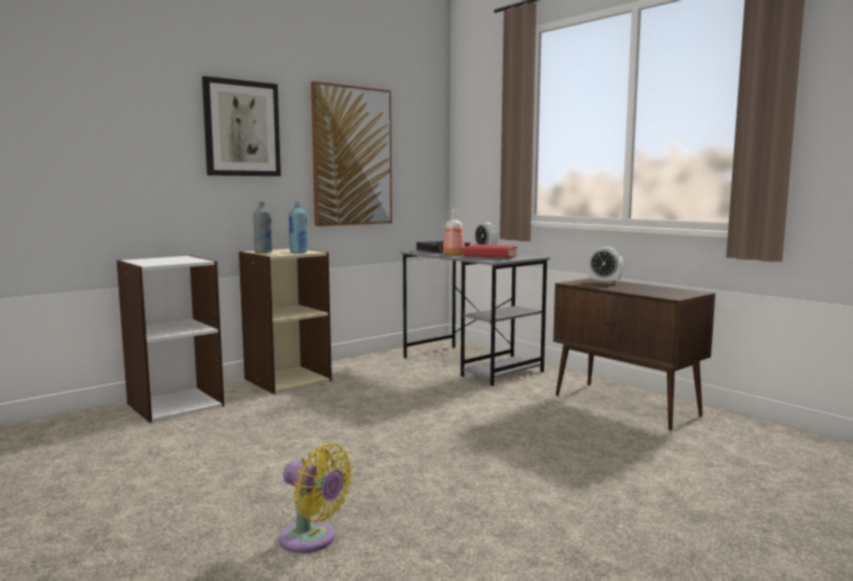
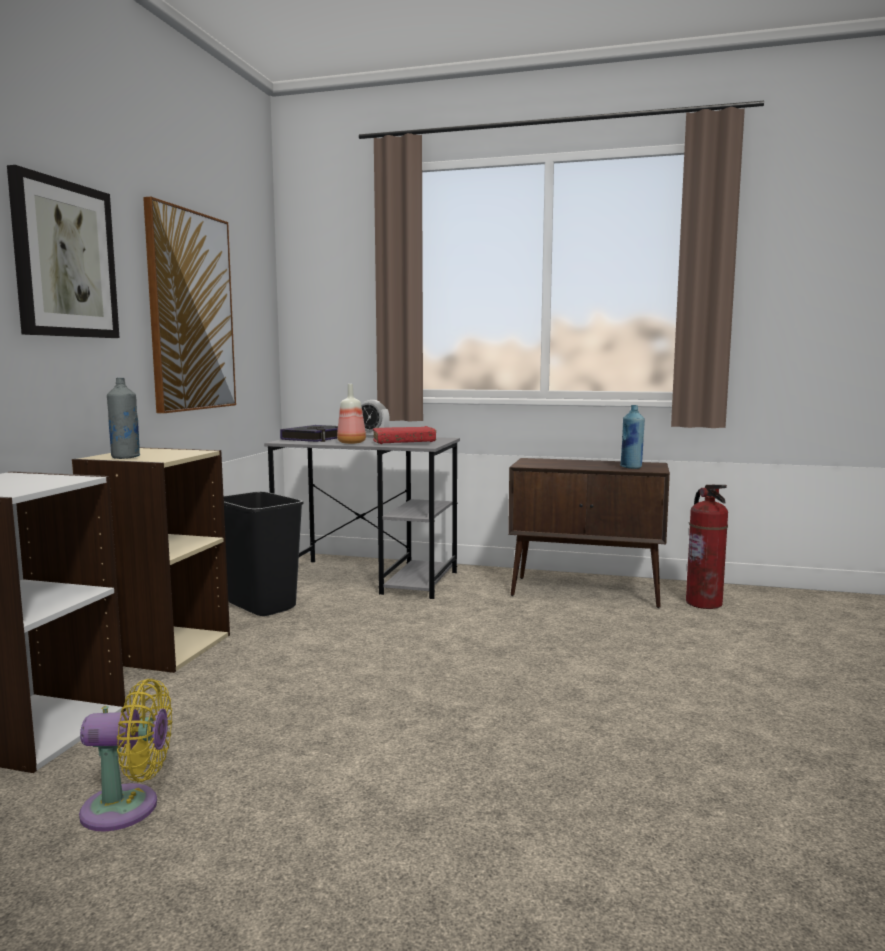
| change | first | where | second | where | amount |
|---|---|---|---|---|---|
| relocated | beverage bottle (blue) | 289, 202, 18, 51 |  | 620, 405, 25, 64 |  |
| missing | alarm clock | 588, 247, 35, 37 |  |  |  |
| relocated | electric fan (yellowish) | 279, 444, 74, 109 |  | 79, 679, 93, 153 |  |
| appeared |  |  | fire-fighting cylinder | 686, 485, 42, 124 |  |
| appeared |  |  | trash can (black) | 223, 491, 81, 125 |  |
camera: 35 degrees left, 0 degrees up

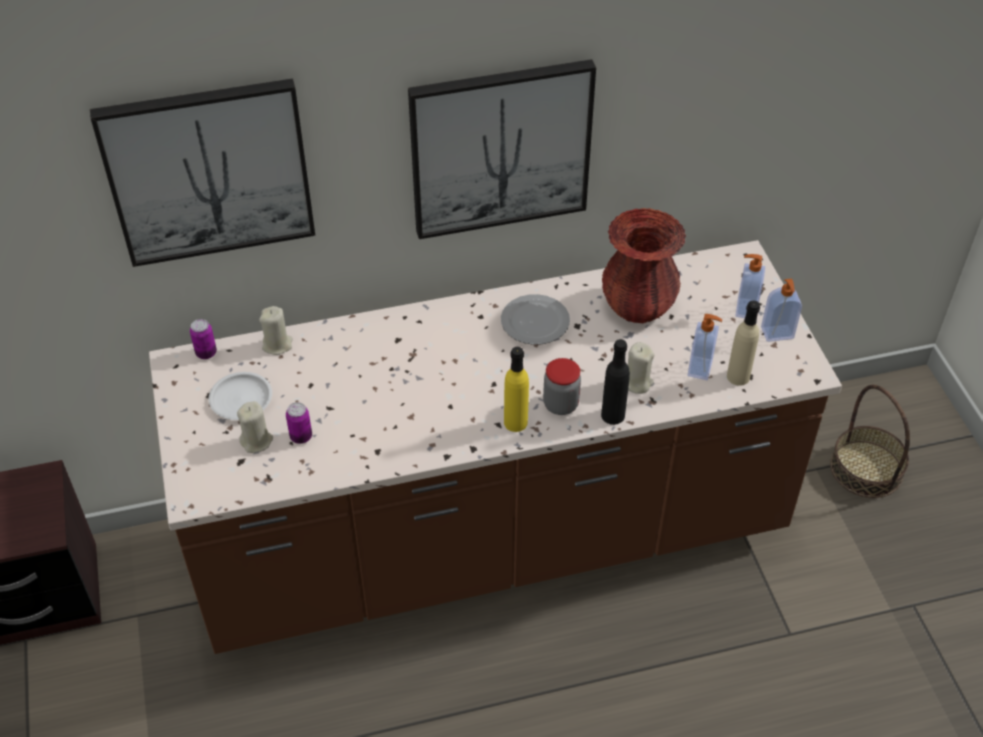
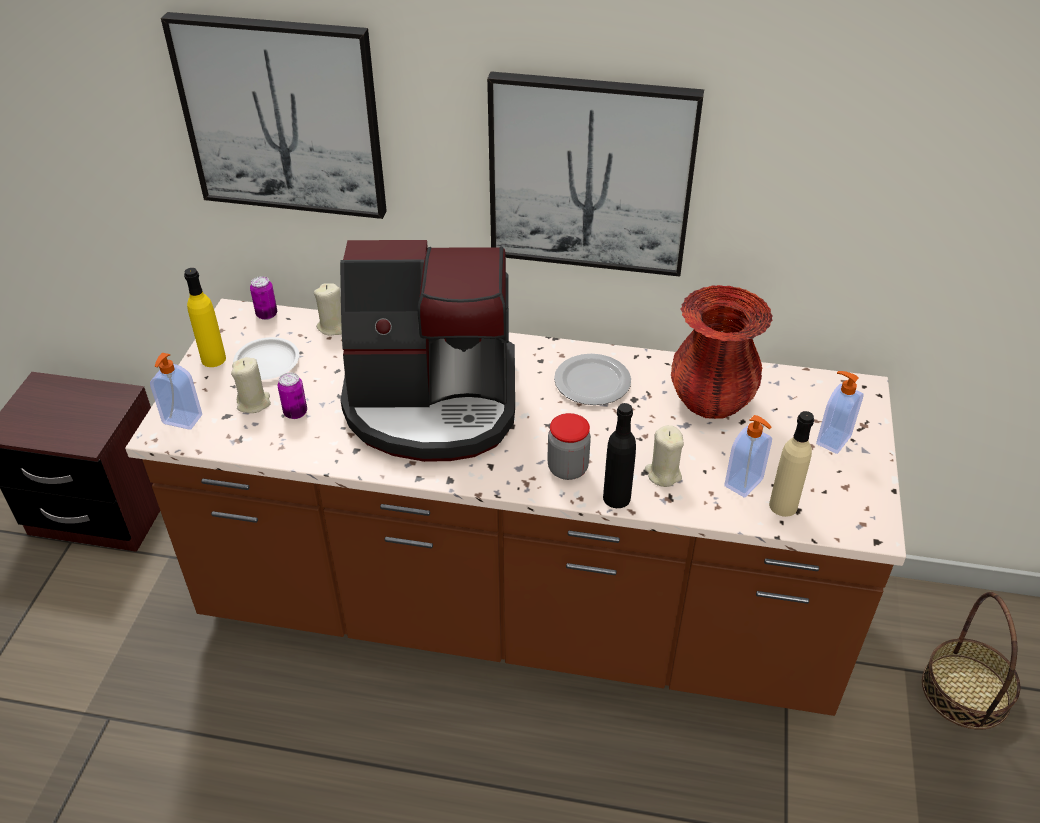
| change | first | where | second | where | amount |
|---|---|---|---|---|---|
| relocated | liquid soap bottle | 761, 278, 41, 64 |  | 150, 353, 52, 77 |  |
| relocated | beverage bottle (yellowish) | 504, 347, 25, 85 |  | 184, 268, 42, 99 |  |
| appeared |  |  | coffee maker | 340, 240, 175, 222 |  |
camera: 25 degrees right, 5 degrees down

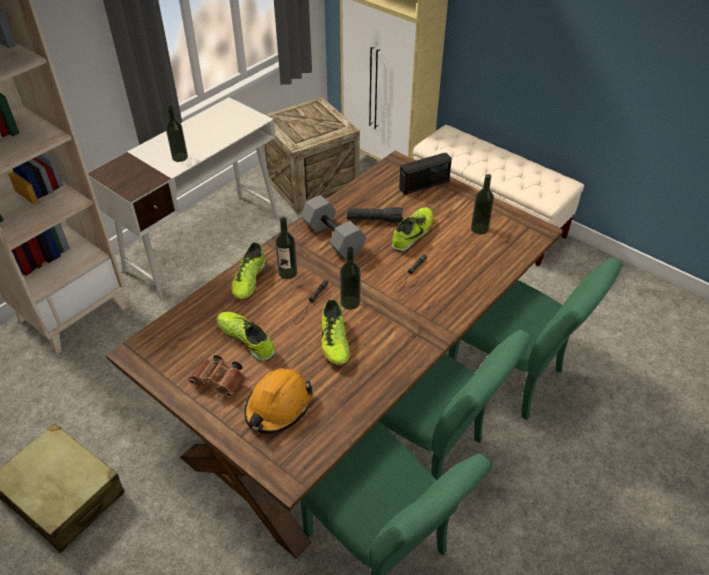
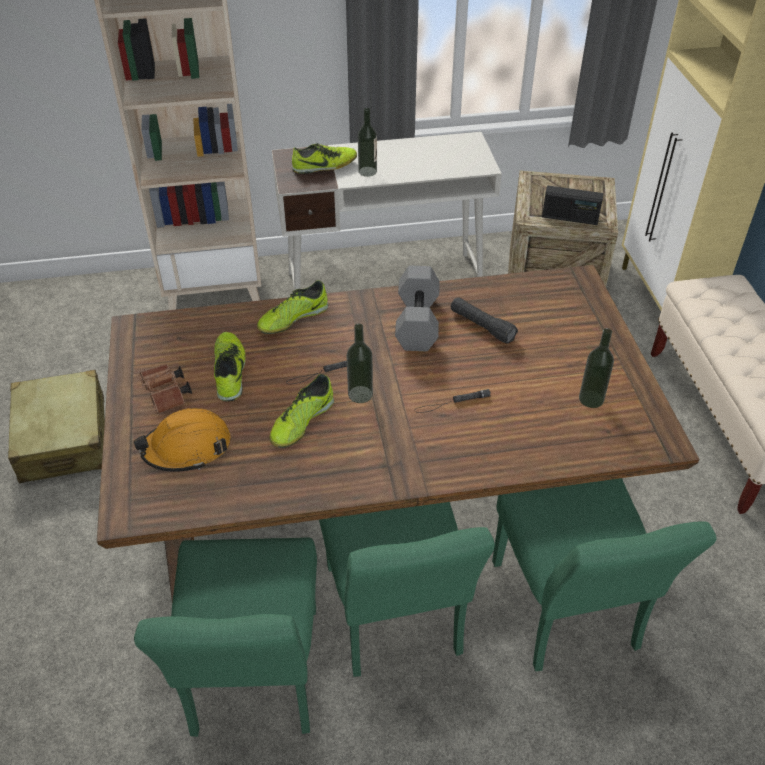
| change | first | where | second | where | amount |
|---|---|---|---|---|---|
| relocated | radio set | 399, 153, 53, 42 |  | 542, 185, 62, 40 |  |
| relocated | low shoe | 392, 207, 41, 45 |  | 292, 143, 65, 31 |  |
| missing | beverage bottle | 275, 217, 22, 62 |  |  |  |
camera: 40 degrees right, 0 degrees up

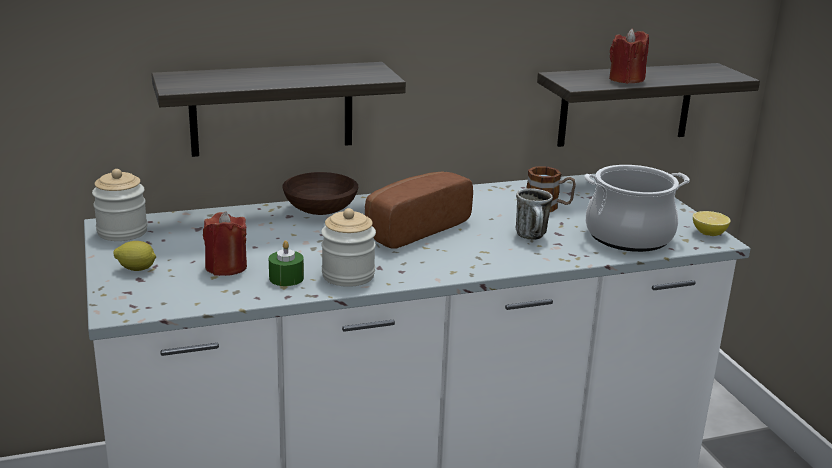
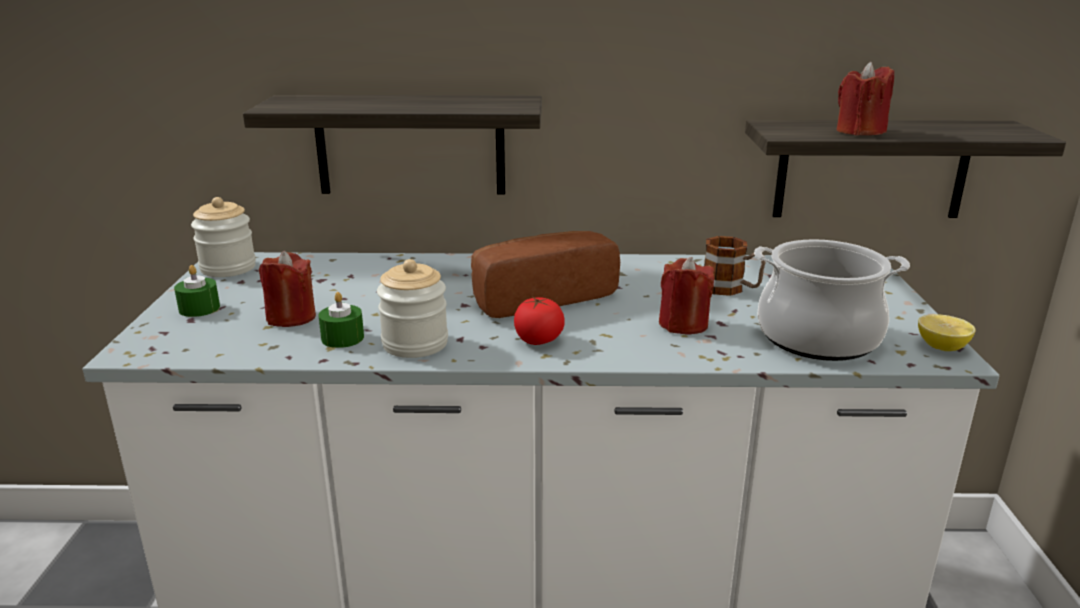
| change | first | where | second | where | amount |
|---|---|---|---|---|---|
| missing | serving bowl (brown-coloured) | 282, 172, 76, 43 |  |  |  |
| exchanged | mug | 515, 188, 38, 52 | wax candle (red) | 659, 257, 56, 77 |  |
| exchanged | lemon | 113, 241, 43, 30 | wax candle (green) | 174, 265, 46, 52 |  |
| appeared |  |  | fresh tomato | 514, 297, 51, 48 |  |
camera: 20 degrees right, 0 degrees up

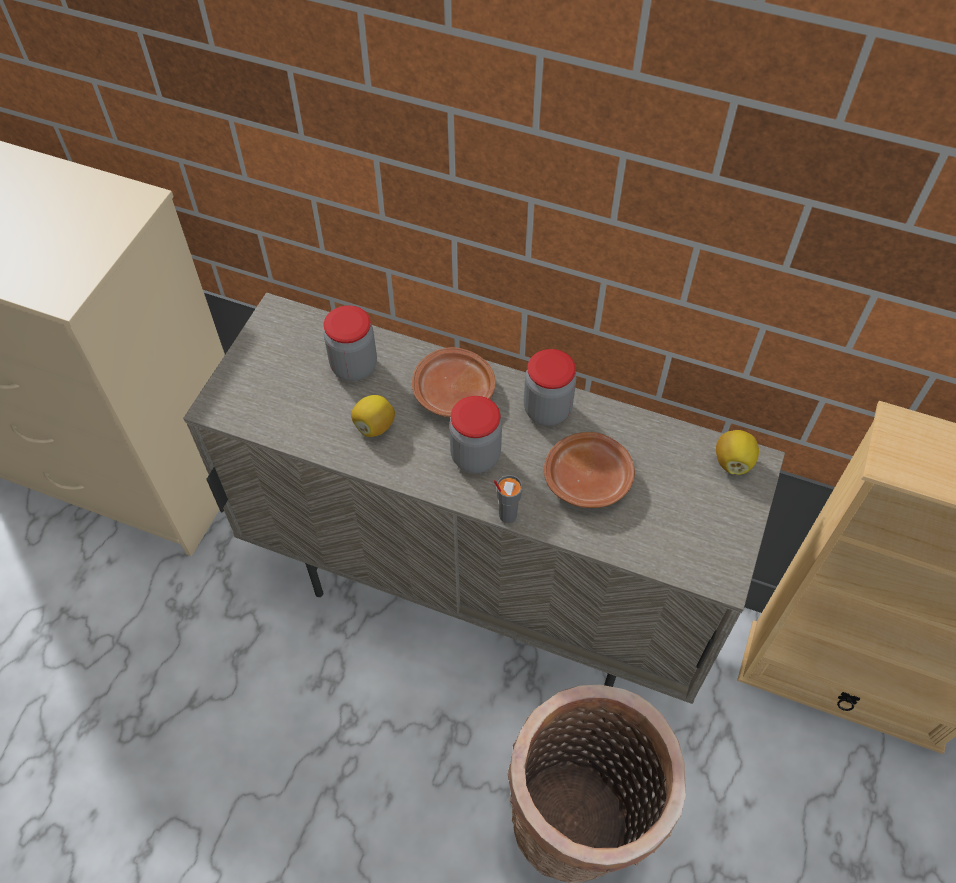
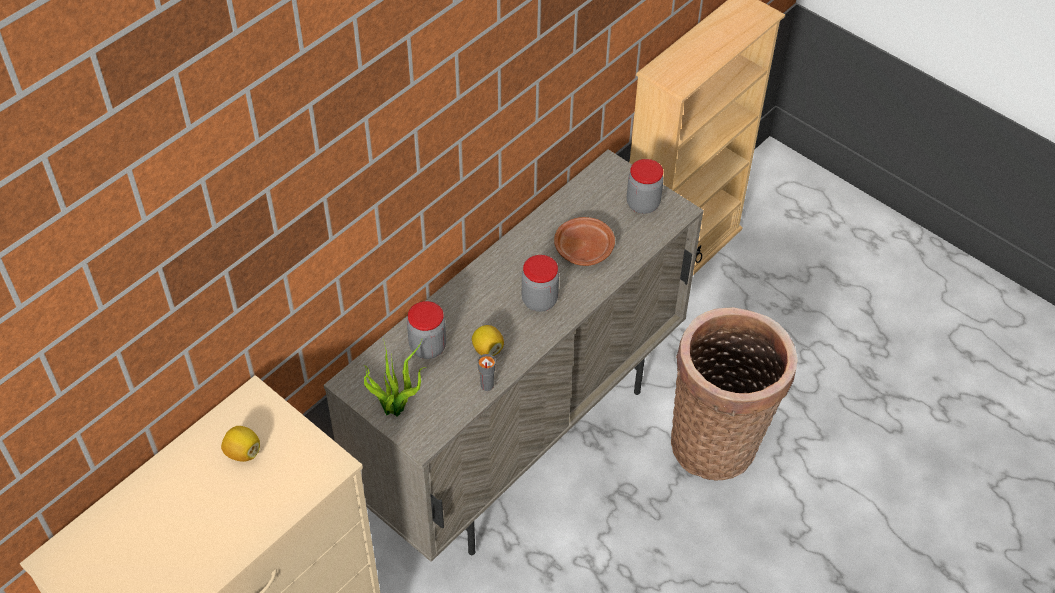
| change | first | where | second | where | amount |
|---|---|---|---|---|---|
| missing | flat dish (brown-coloured) | 412, 347, 84, 70 |  |  |  |
| relocated | preserve jar | 524, 349, 52, 77 |  | 627, 159, 37, 55 |  |
| relocated | lemon | 716, 430, 43, 45 |  | 221, 426, 39, 36 |  |
| relocated | cup (greyish) | 494, 475, 28, 48 |  | 478, 354, 18, 37 |  |
| appeared |  |  | plant in a pot | 363, 340, 64, 76 |  |
camera: 70 degrees left, 5 degrees down

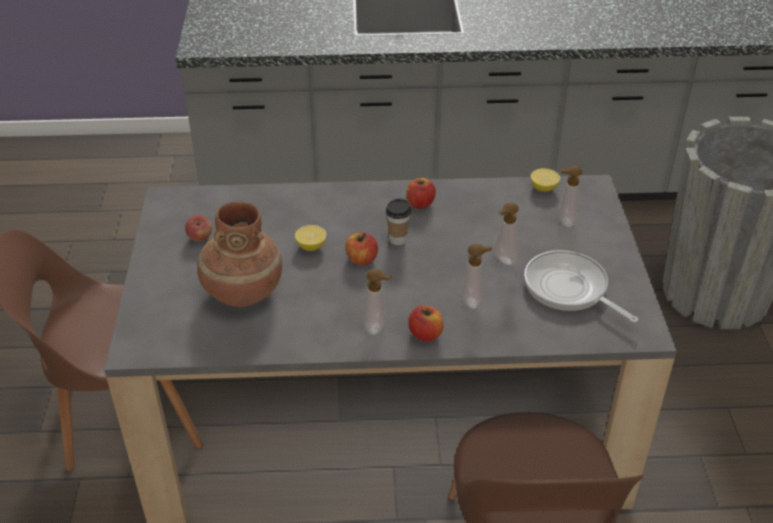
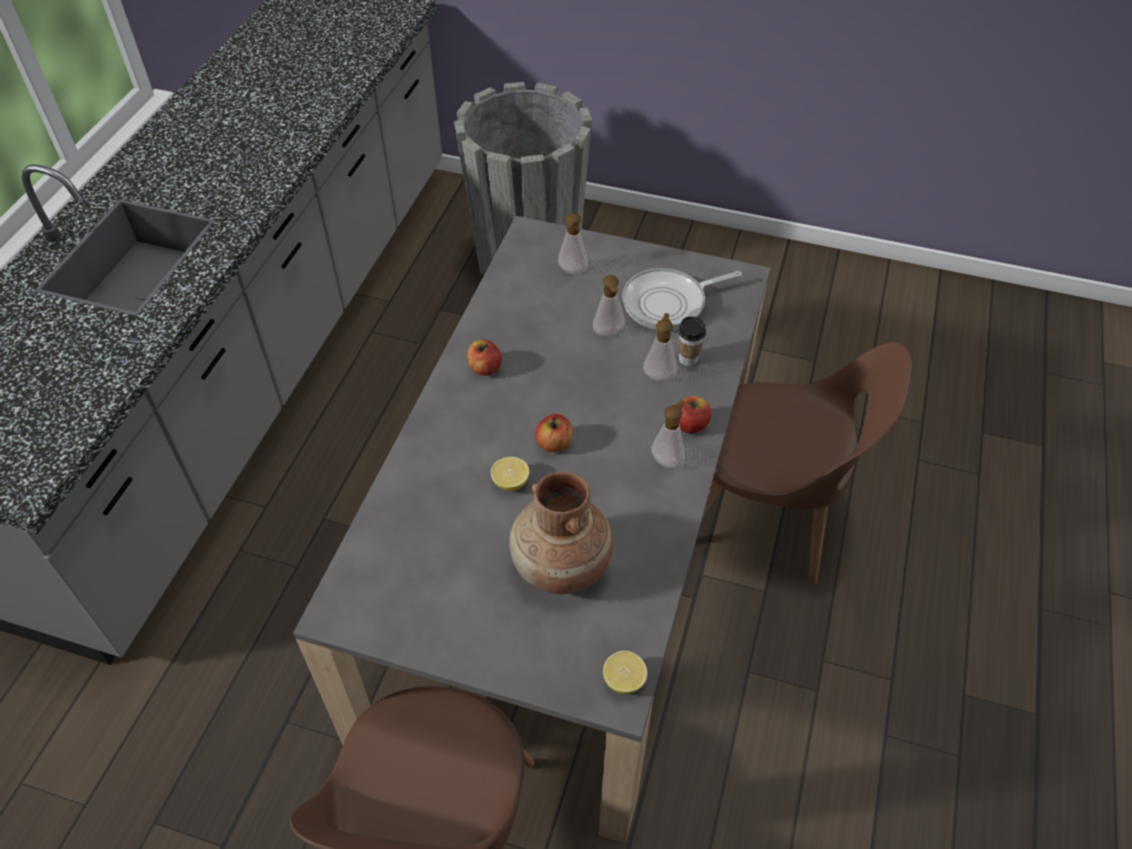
| change | first | where | second | where | amount |
|---|---|---|---|---|---|
| relocated | lemon | 531, 168, 29, 24 |  | 603, 651, 44, 43 |  |
| relocated | cup | 386, 198, 25, 47 |  | 678, 316, 28, 50 |  |
| missing | apple fruit | 185, 215, 27, 26 |  |  |  |
camera: 70 degrees left, 10 degrees up

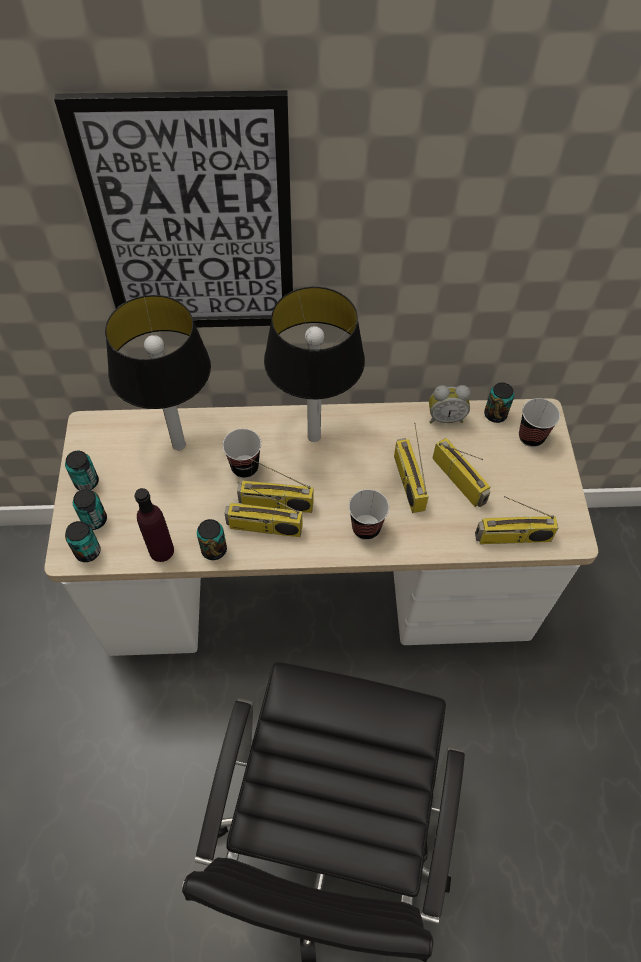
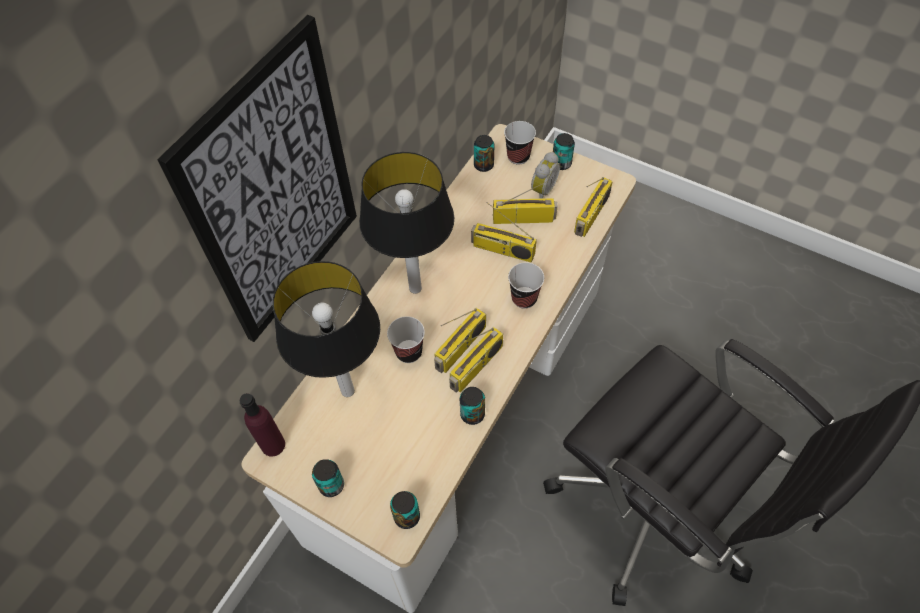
| change | first | where | second | where | amount |
|---|---|---|---|---|---|
| relocated | alarm clock | 429, 385, 42, 38 |  | 531, 152, 29, 47 |  |
| relocated | beverage bottle (purple) | 135, 488, 39, 74 |  | 240, 393, 45, 64 |  |
| relocated | sealed can | 73, 489, 34, 41 |  | 553, 133, 22, 37 |  |
camera: 55 degrees left, 0 degrees up

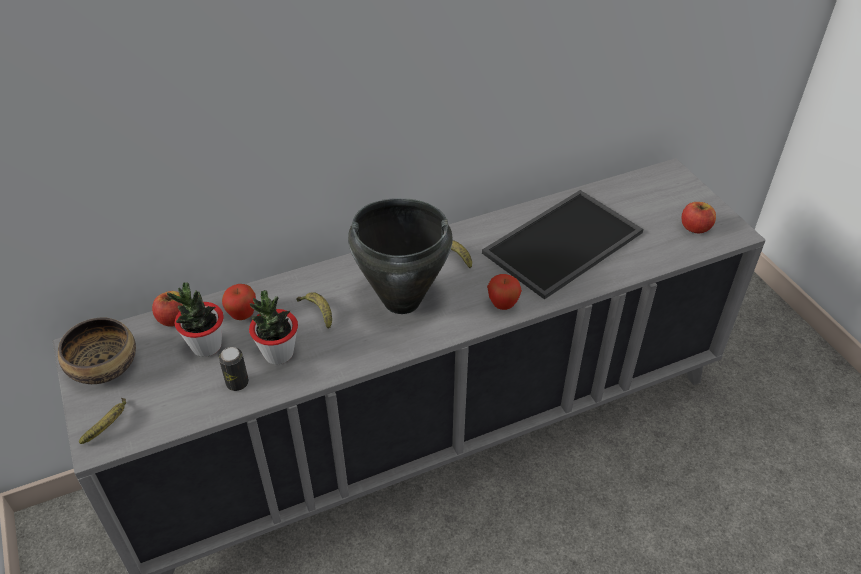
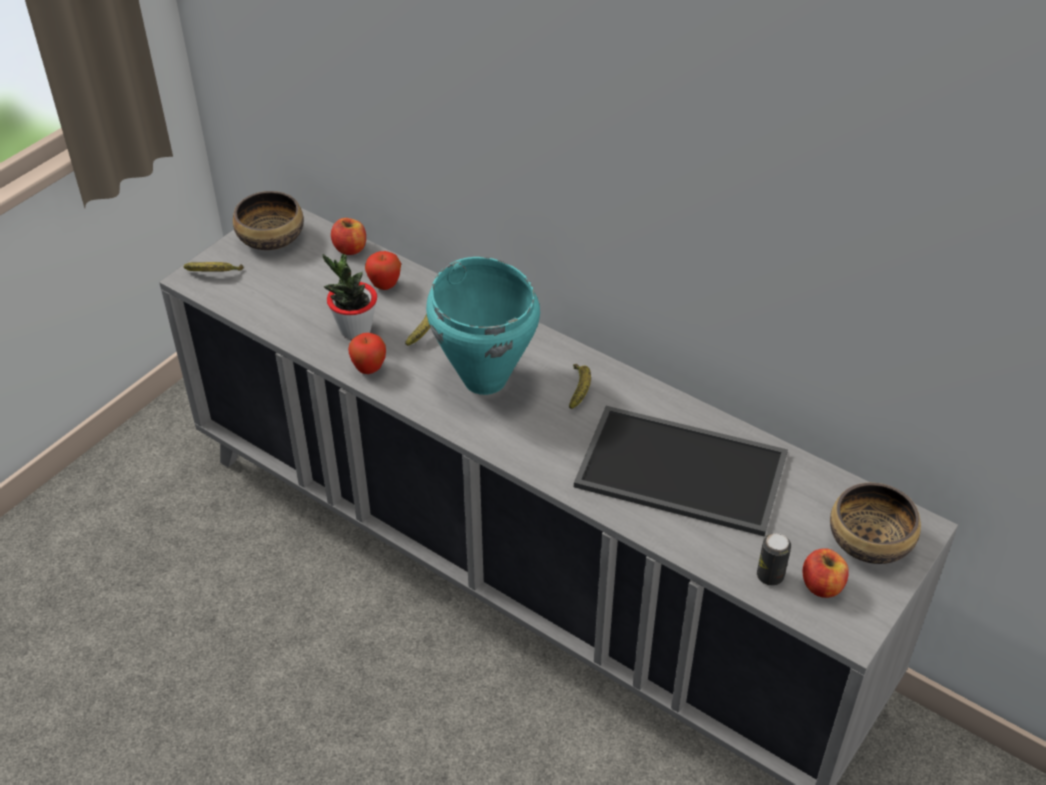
| change | first | where | second | where | amount |
|---|---|---|---|---|---|
| colour | saucepot (black) | 348, 198, 105, 116 | saucepot (turquoise-coloured) | 426, 257, 114, 138 |  |
| relocated | apple fruit | 487, 274, 35, 36 |  | 348, 333, 38, 41 |  |
| missing | plant in a pot | 167, 282, 57, 75 |  |  |  |
| relocated | sealed can | 219, 347, 30, 44 |  | 757, 533, 34, 53 |  |
| appeared |  |  | serving bowl | 830, 483, 91, 81 |  |
camera: 60 degrees right, 0 degrees up

